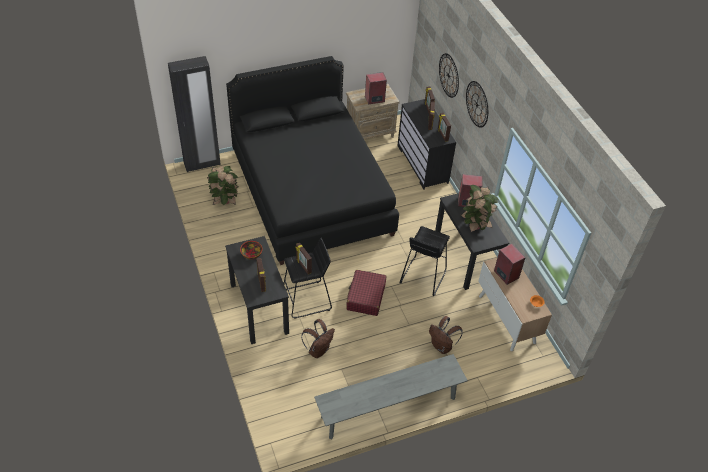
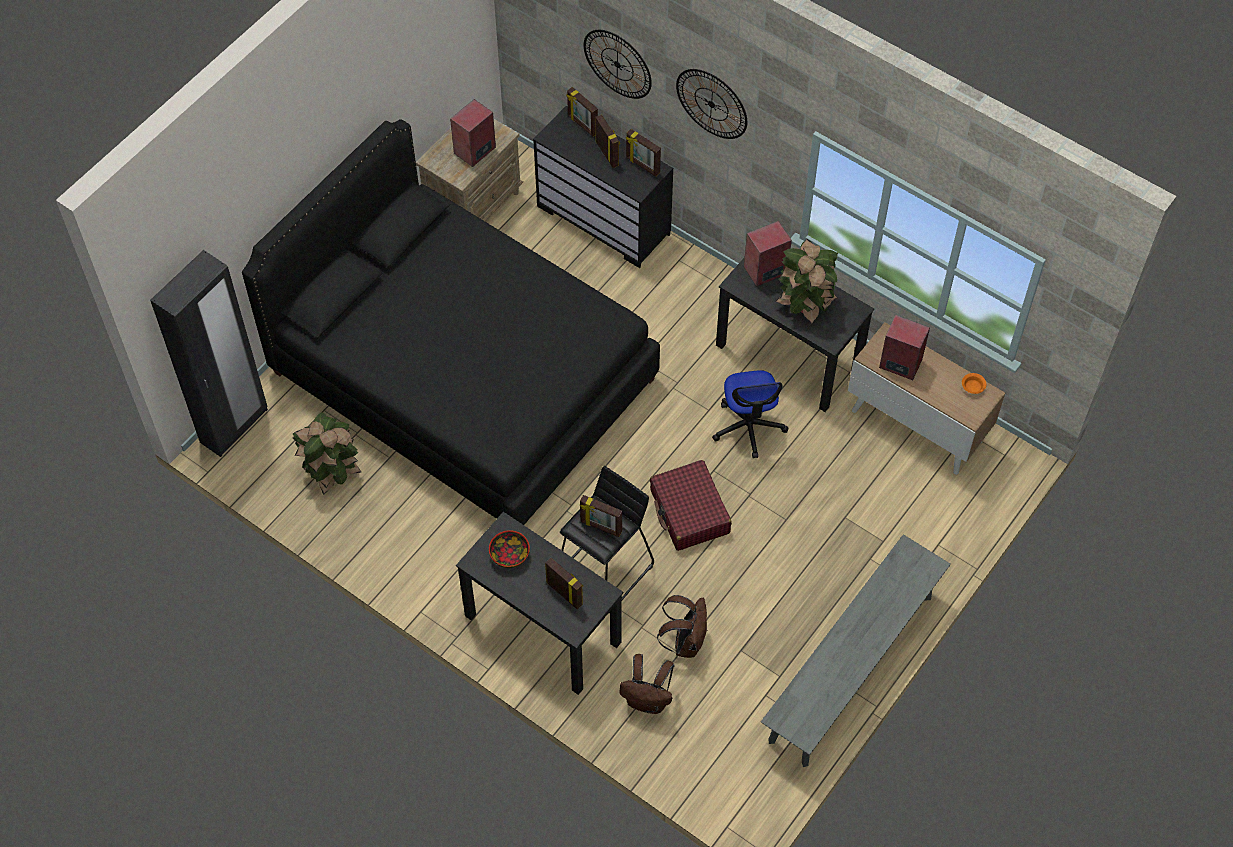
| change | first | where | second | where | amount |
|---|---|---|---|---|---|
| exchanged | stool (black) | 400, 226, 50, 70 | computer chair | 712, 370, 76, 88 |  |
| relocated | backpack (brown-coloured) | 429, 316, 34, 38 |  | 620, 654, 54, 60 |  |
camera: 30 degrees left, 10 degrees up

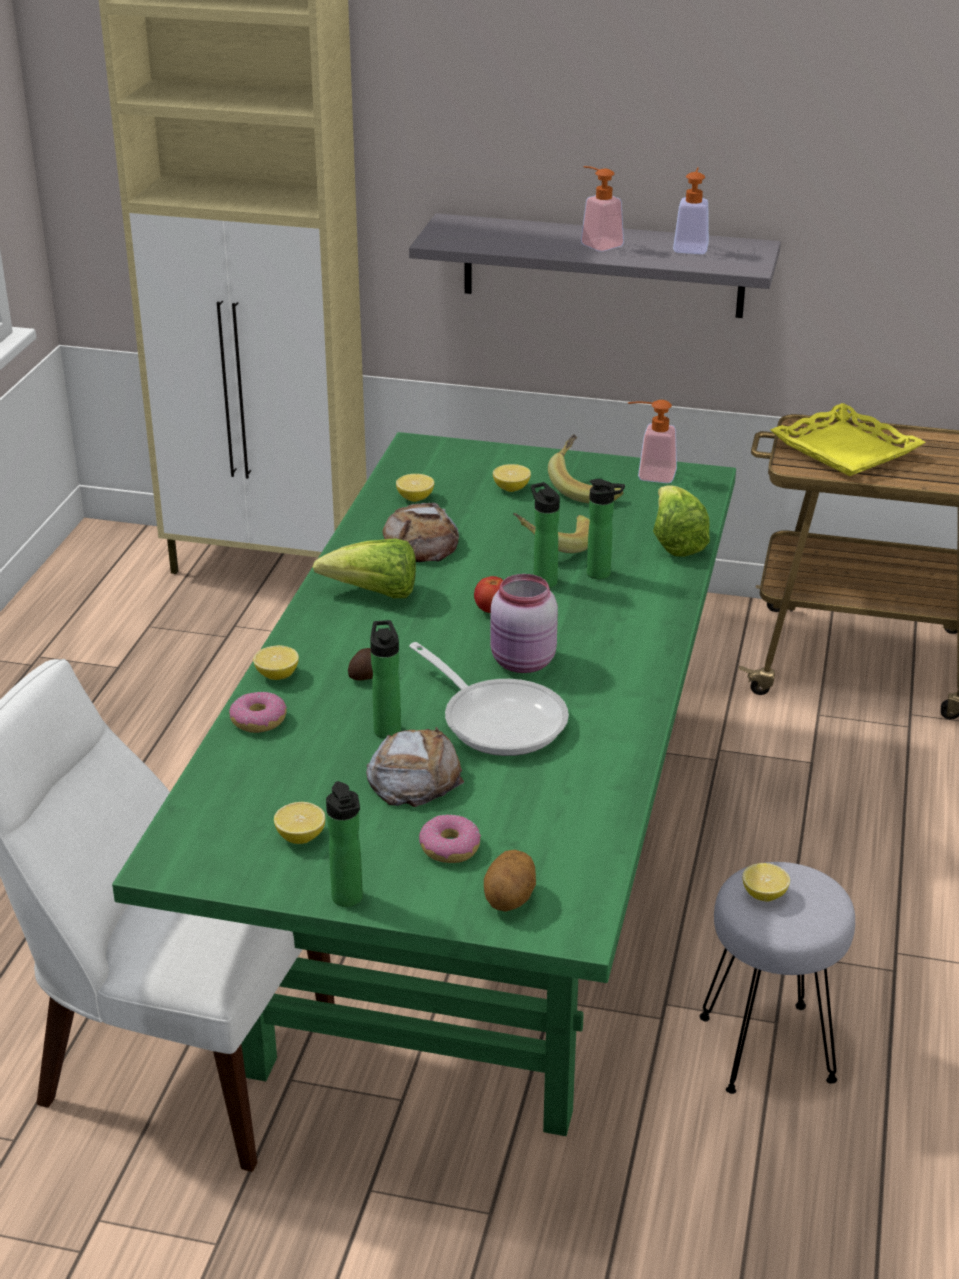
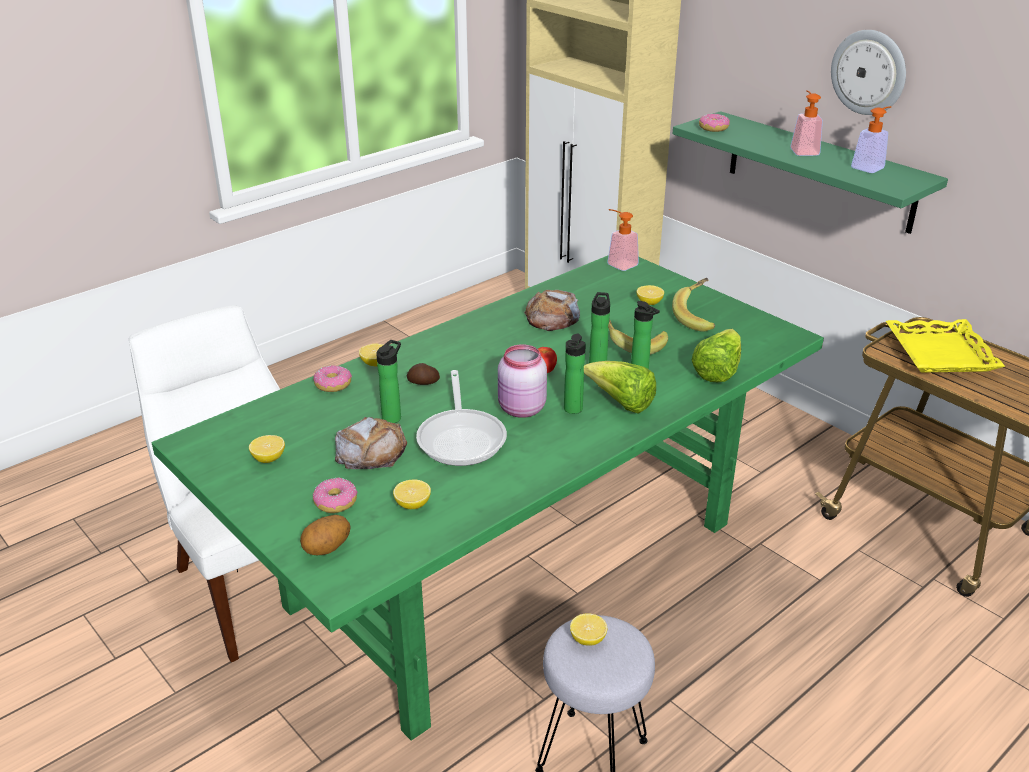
| change | first | where | second | where | amount |
|---|---|---|---|---|---|
| colour | bracket shelf (greyish) | 409, 213, 372, 105 | bracket shelf (green) | 672, 111, 276, 123 |  |
| relocated | liquid soap bottle | 628, 400, 49, 83 |  | 607, 209, 32, 62 |  |
| relocated | lemon | 396, 474, 38, 28 |  | 393, 479, 38, 30 |  |
| relocated | lettuce | 313, 538, 103, 60 |  | 584, 361, 72, 53 |  |
| relocated | beverage bottle | 326, 781, 37, 126 |  | 564, 333, 22, 81 |  |
| appeared |  |  | hanging clock | 831, 30, 75, 85 |  |
| appeared |  |  | ring doughnut | 699, 114, 31, 18 |  |
camera: 35 degrees right, 0 degrees up

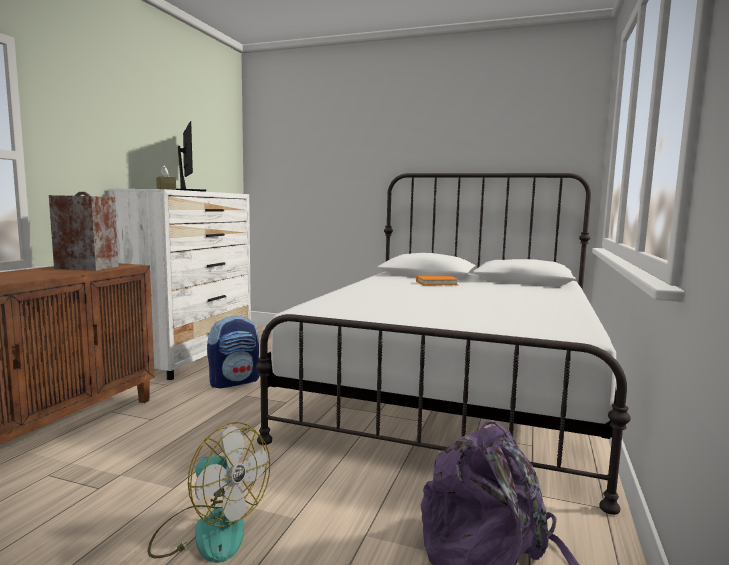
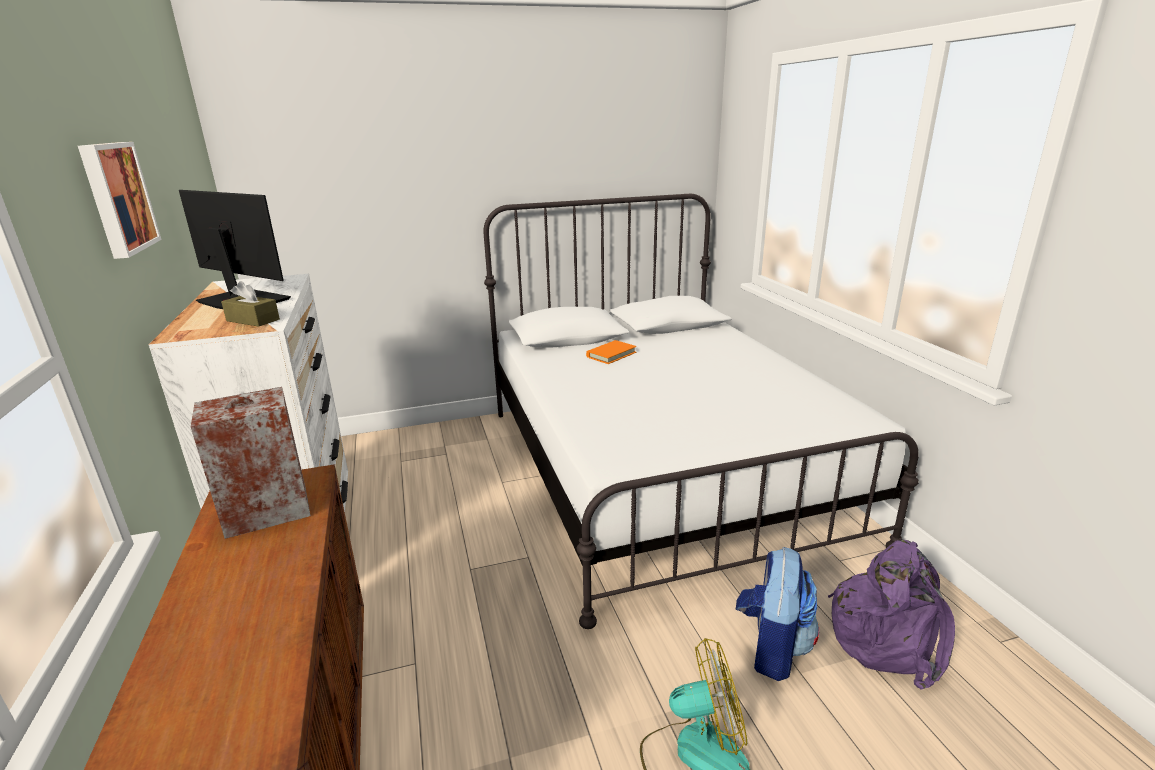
| change | first | where | second | where | amount |
|---|---|---|---|---|---|
| relocated | backpack | 207, 315, 52, 73 |  | 736, 547, 83, 134 |  |
| appeared |  |  | wall picture | 78, 142, 84, 117 |  |
camera: 35 degrees left, 15 degrees up

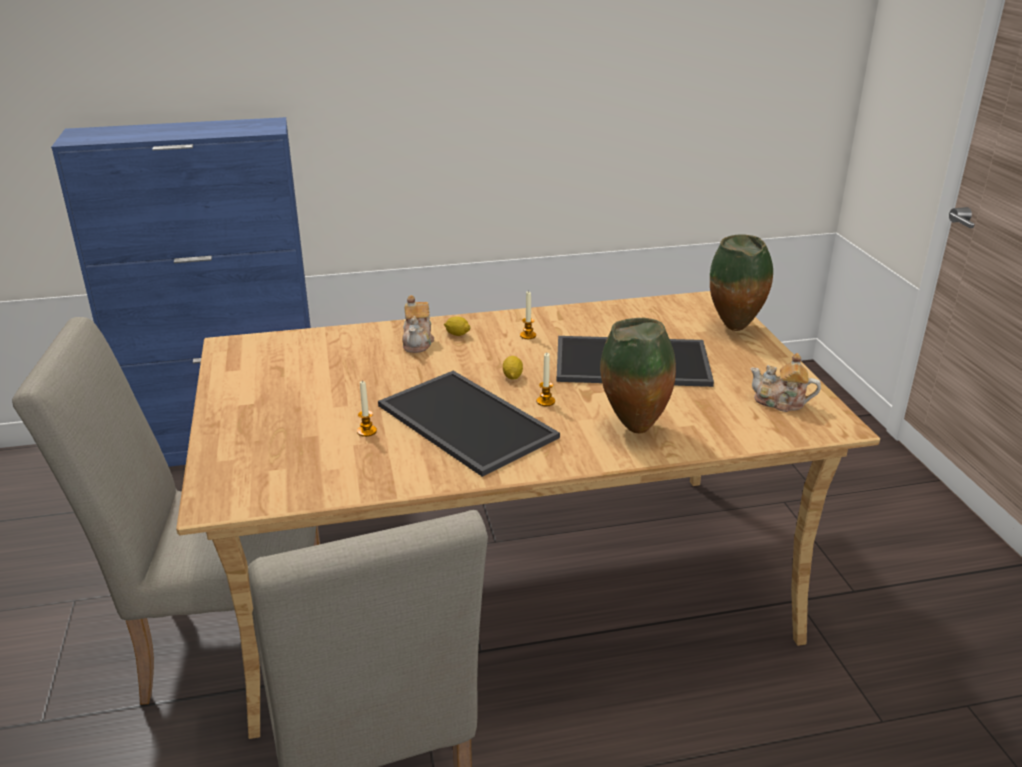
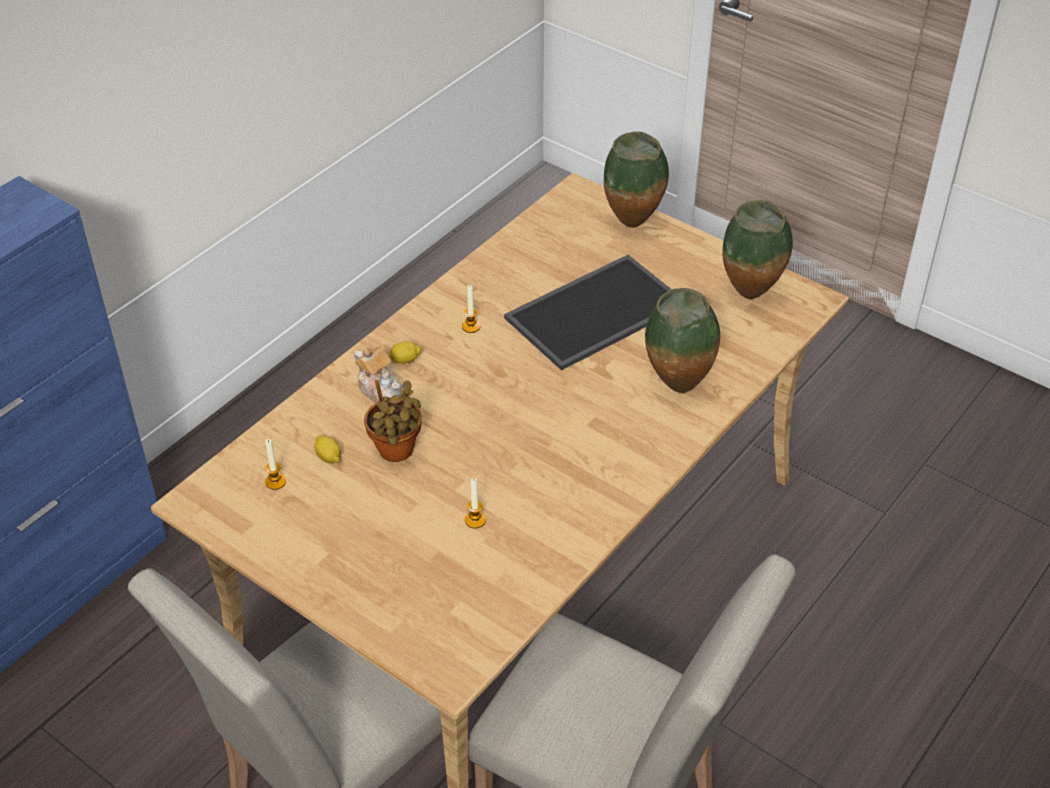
| change | first | where | second | where | amount |
|---|---|---|---|---|---|
| relocated | wax candle | 537, 353, 18, 53 |  | 265, 439, 21, 51 |  |
| exchanged | tea pot | 750, 353, 71, 59 | decorative vase | 723, 200, 70, 99 |  |
| relocated | lemon | 503, 356, 20, 24 |  | 314, 435, 27, 28 |  |
| missing | carrying tray | 378, 371, 182, 106 |  |  |  |
| appeared |  |  | plant in a pot | 364, 380, 58, 82 |  |
camera: 40 degrees left, 15 degrees up

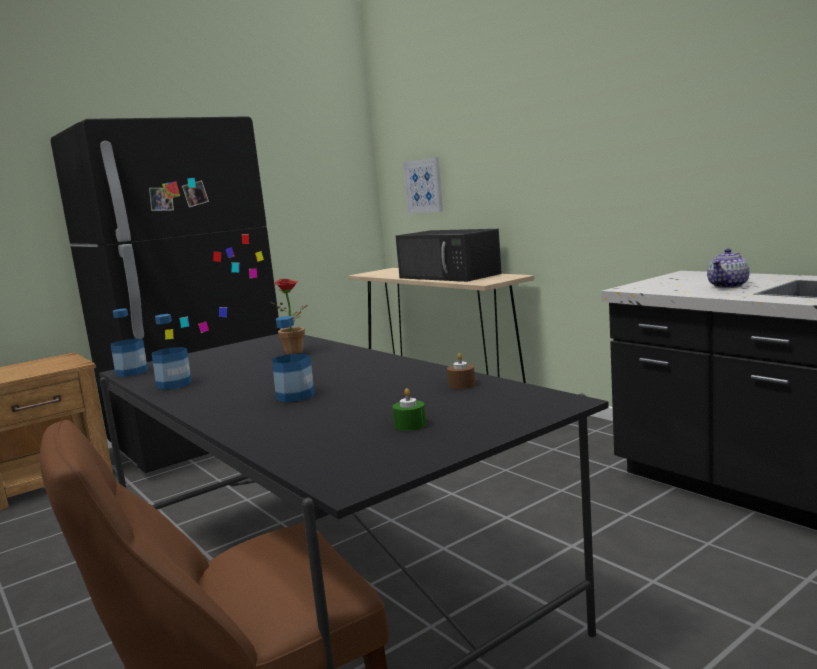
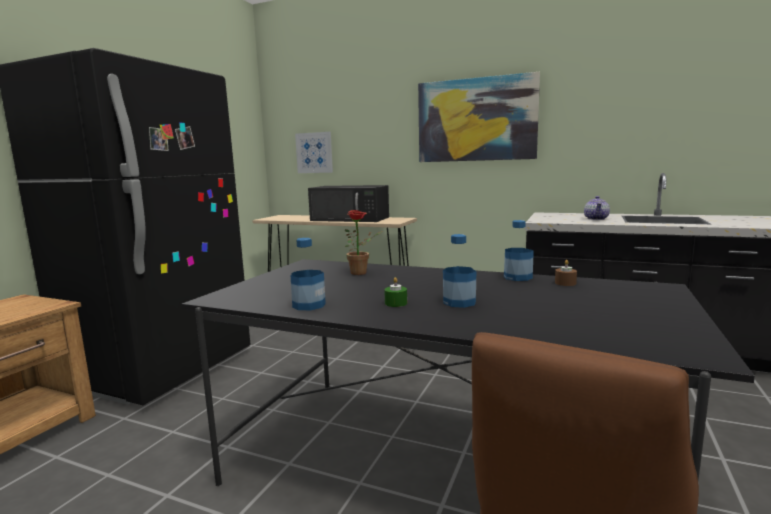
| change | first | where | second | where | amount |
|---|---|---|---|---|---|
| relocated | beverage bottle | 110, 309, 38, 68 |  | 504, 220, 30, 61 |  |
| relocated | wax candle (green) | 393, 388, 33, 43 |  | 384, 277, 23, 30 |  |
| appeared |  |  | wall picture | 418, 72, 122, 90 |  |
camera: 30 degrees left, 0 degrees up

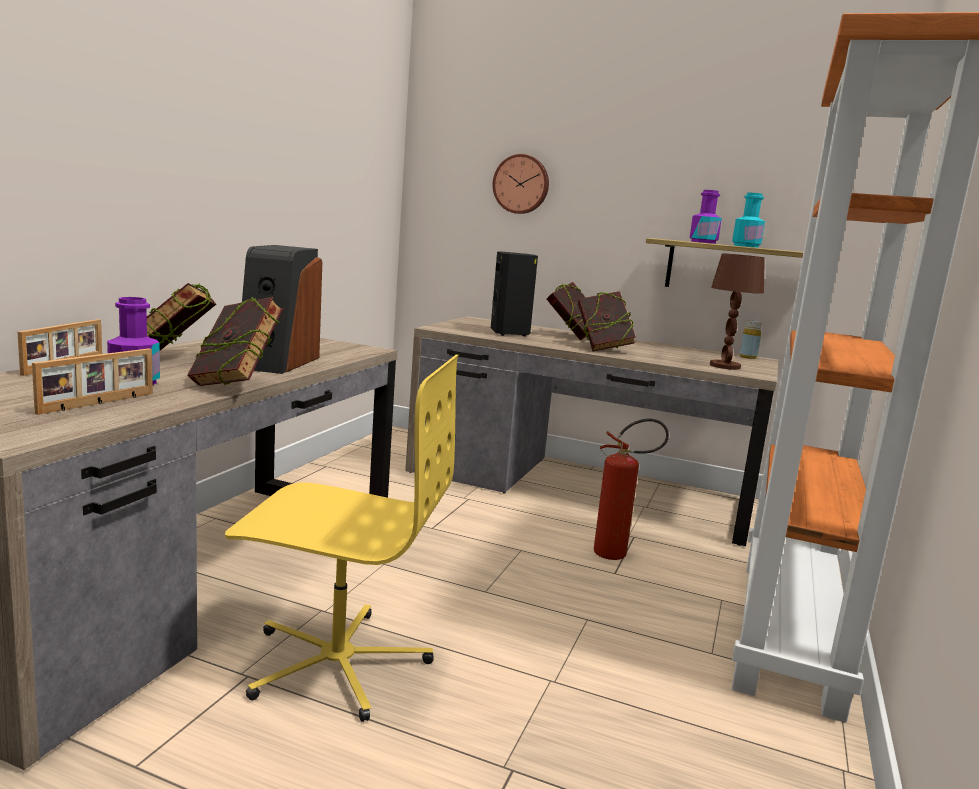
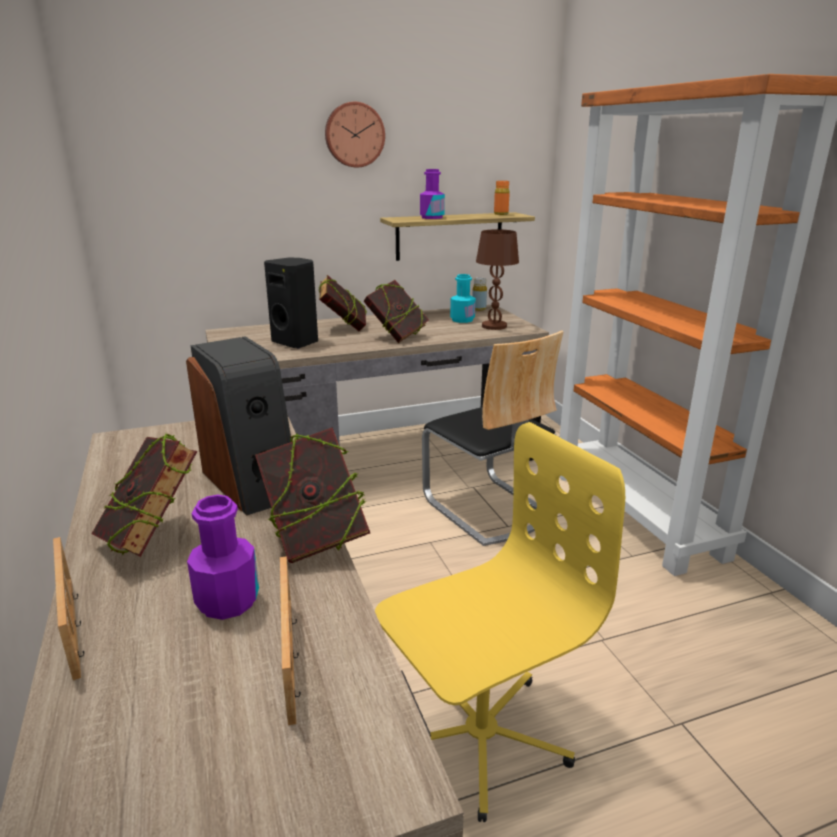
| change | first | where | second | where | amount |
|---|---|---|---|---|---|
| relocated | hanging clock | 493, 154, 56, 60 |  | 325, 102, 60, 66 |  |
| relocated | beverage bottle (turquoise-coloured) | 732, 193, 33, 55 |  | 450, 274, 26, 49 |  |
| exchanged | fire-fighting cylinder | 594, 419, 75, 141 | plain chair | 422, 331, 142, 215 |  |
| appeared |  |  | beverage bottle (orangey) | 494, 181, 16, 34 |  |
camera: 40 degrees left, 10 degrees up

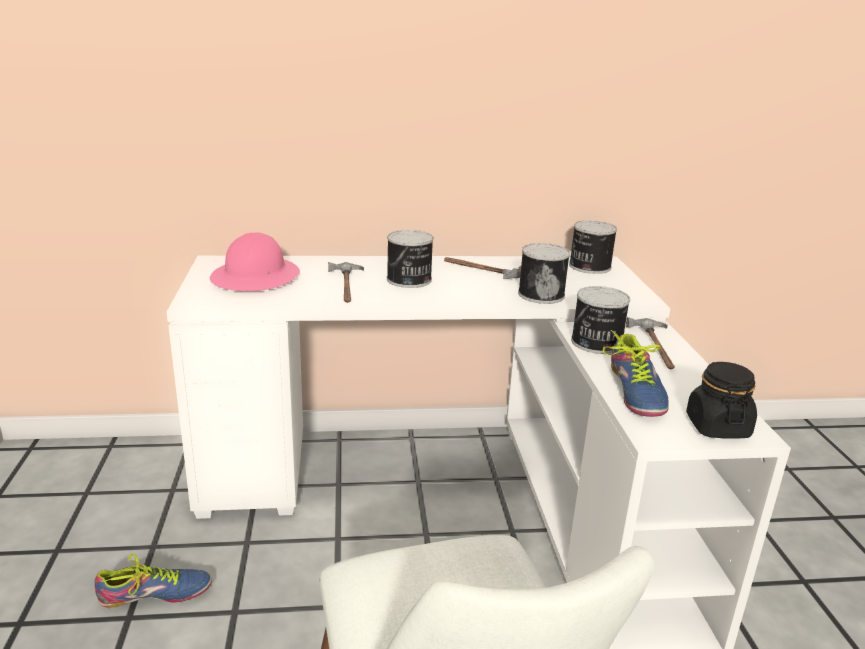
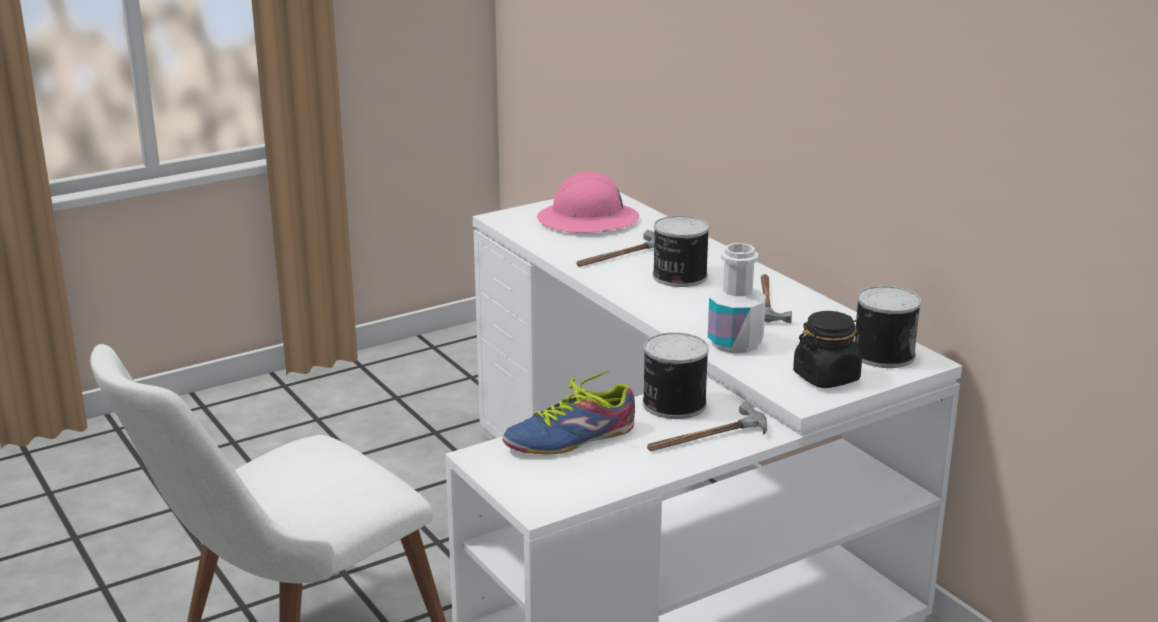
| change | first | where | second | where | amount |
|---|---|---|---|---|---|
| exchanged | sealed can | 518, 243, 52, 61 | beverage bottle (white) | 708, 243, 58, 110 |  |
| relocated | preserve jar (black) | 686, 362, 71, 77 |  | 793, 311, 70, 77 |  |
| missing | low shoe | 95, 554, 117, 54 |  |  |  |
camera: 65 degrees right, 0 degrees up

